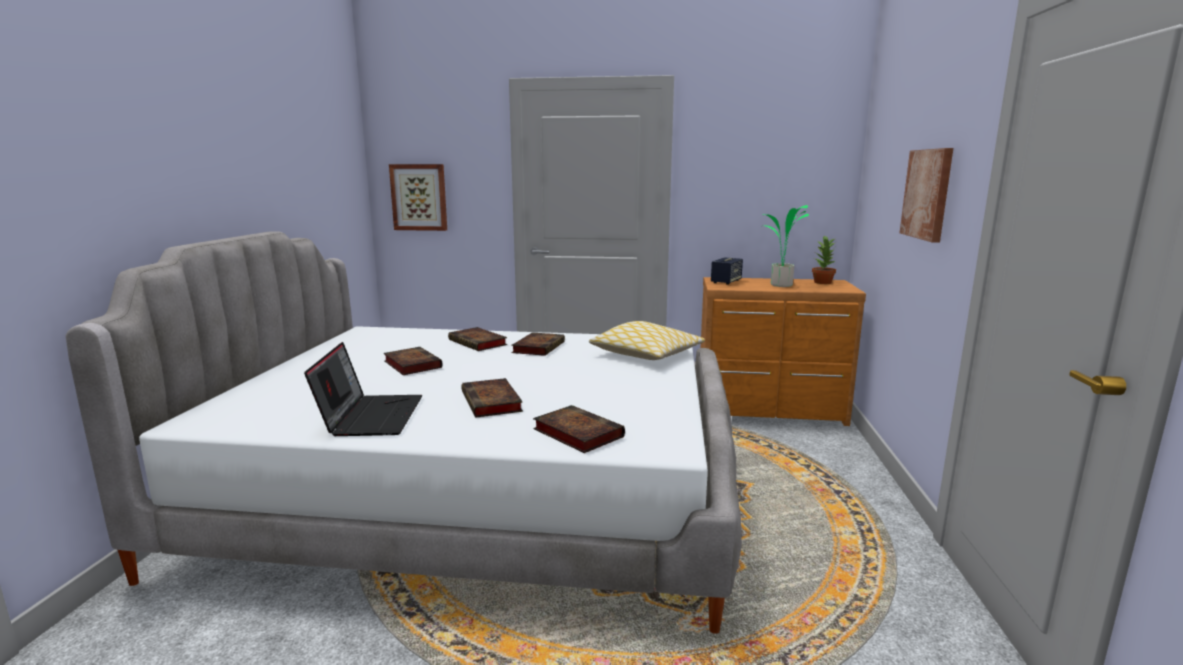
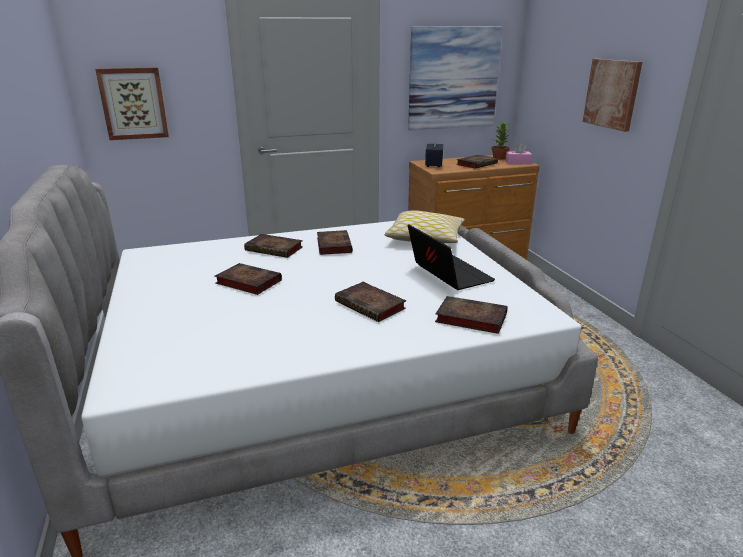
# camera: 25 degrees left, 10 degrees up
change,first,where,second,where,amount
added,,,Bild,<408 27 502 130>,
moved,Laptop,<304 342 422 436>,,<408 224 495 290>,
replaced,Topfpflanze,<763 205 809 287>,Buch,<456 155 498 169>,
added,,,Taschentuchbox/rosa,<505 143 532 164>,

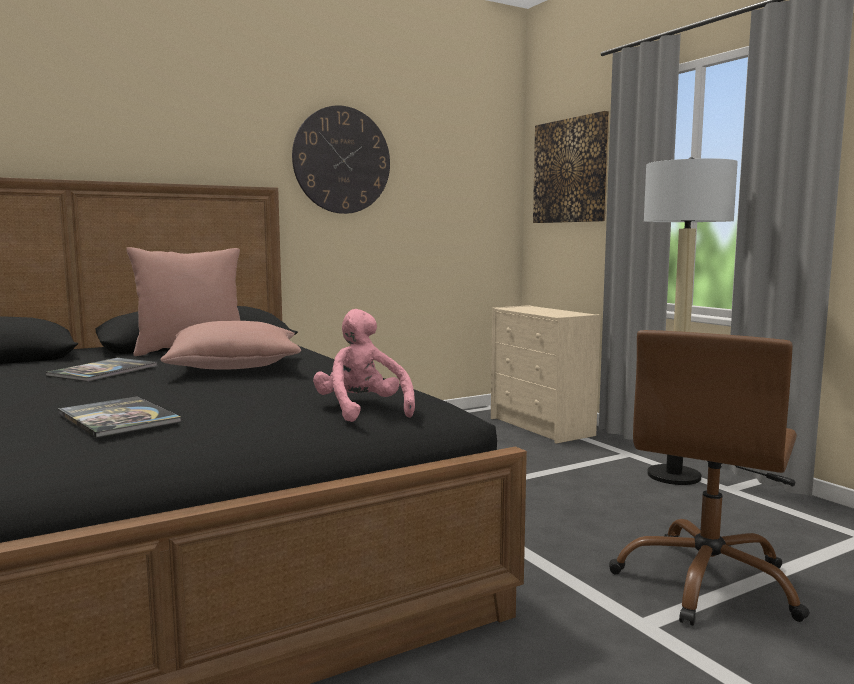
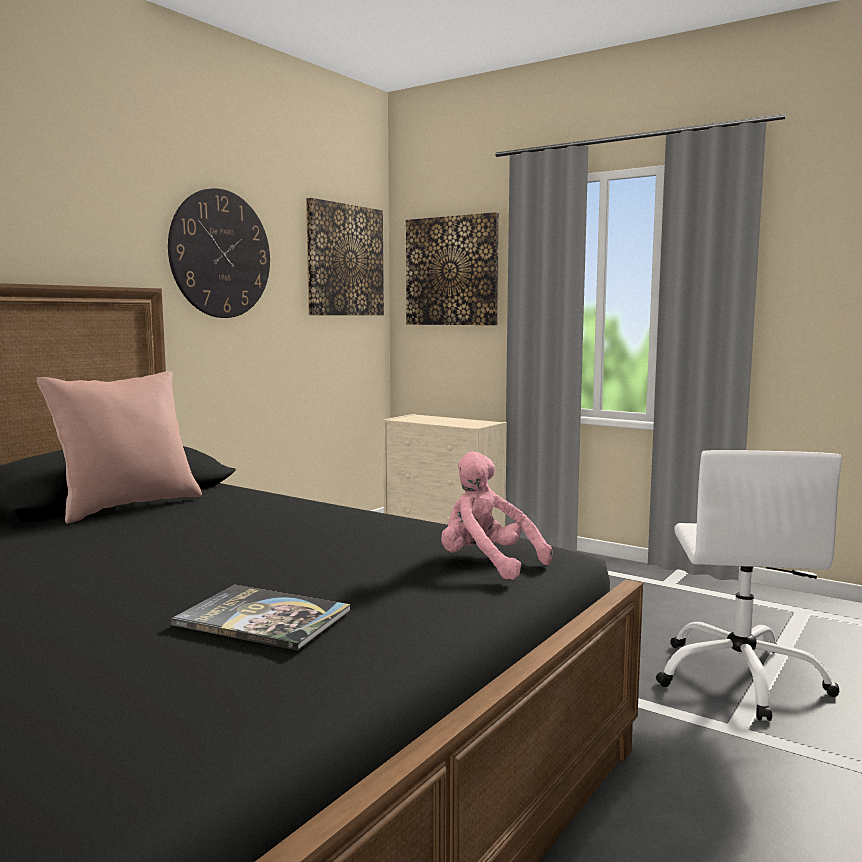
# camera: 25 degrees left, 0 degrees up
change,first,where,second,where,amount
added,,,Bild,<306 198 384 315>,
recoloured,Bürostuhl/braun,<609 330 810 626>,Bürostuhl/weiß,<656 450 842 721>,
removed,Buch,<46 358 157 382>,,,
removed,Kissen/rosa,<160 321 301 370>,,,
removed,Stehlampe,<644 157 738 485>,,,

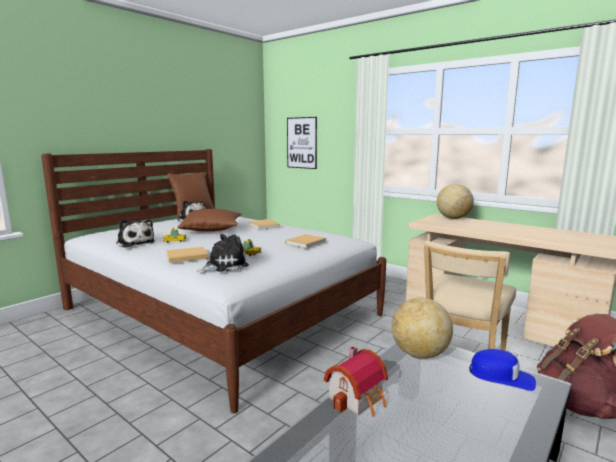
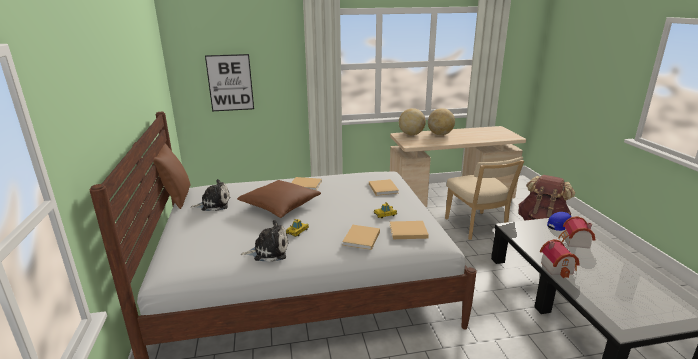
# camera: 50 degrees left, 10 degrees up
change,first,where,second,where,amount
replaced,Plüschtier,<197 234 249 272>,Buch/beige,<390 221 429 239>,
moved,Globus,<391 298 453 359>,,<428 108 455 135>,
added,,,Spielzeughaus,<558 216 596 249>,

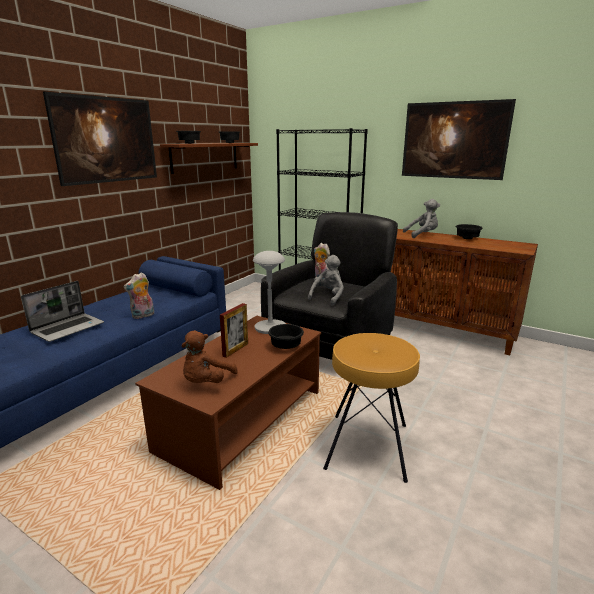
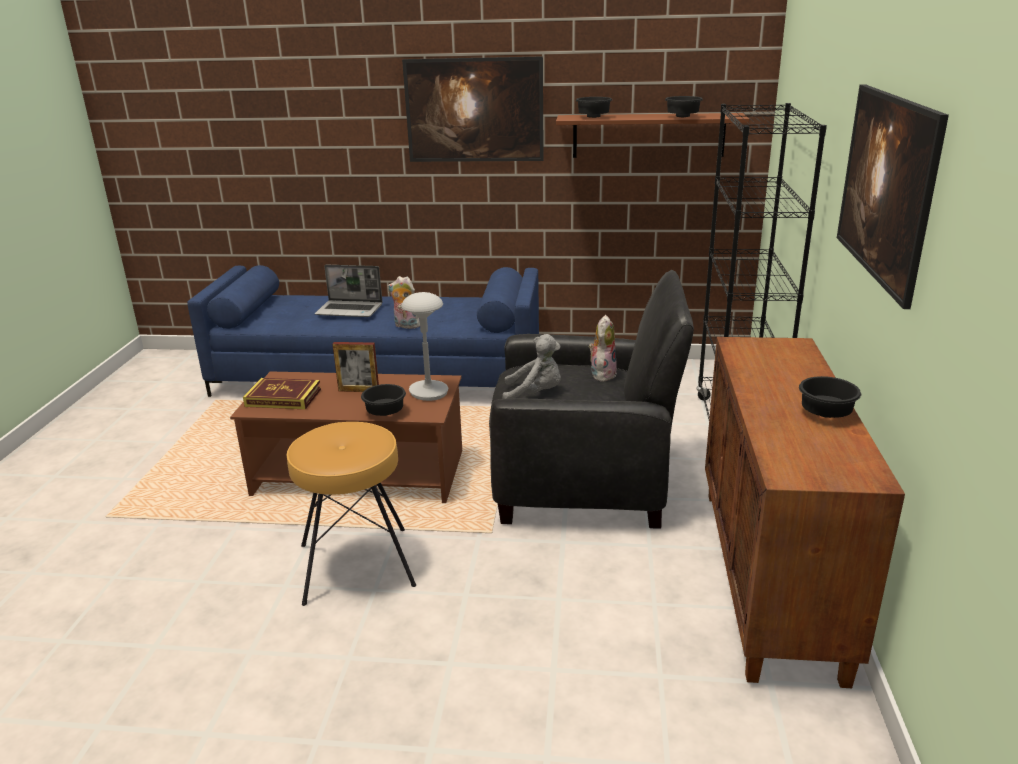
# camera: 65 degrees right, 5 degrees up
change,first,where,second,where,amount
replaced,Plüschtier/braun,<182 330 238 383>,Buch,<243 378 321 409>,
removed,Plüschtier/grau,<403 199 440 238>,,,

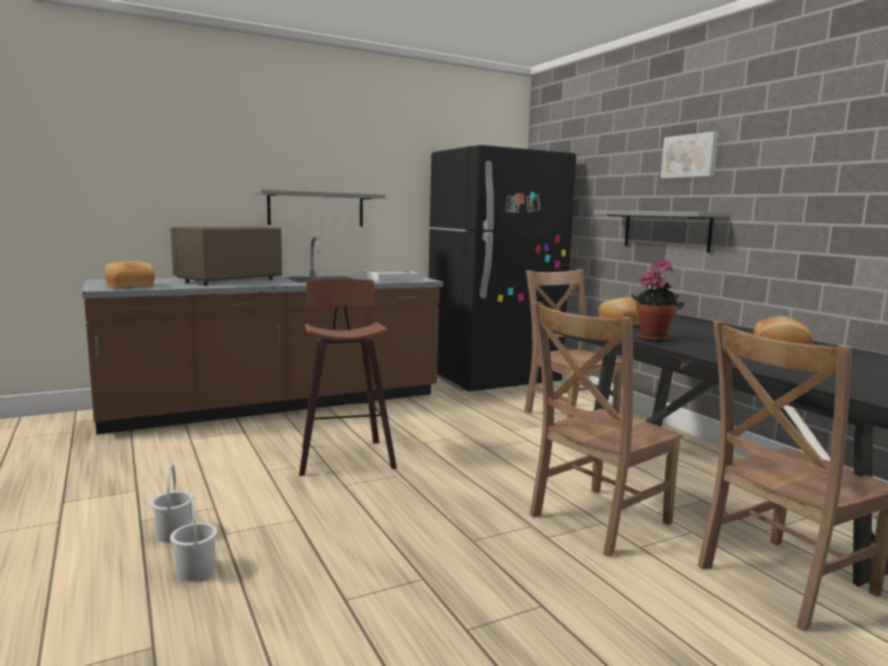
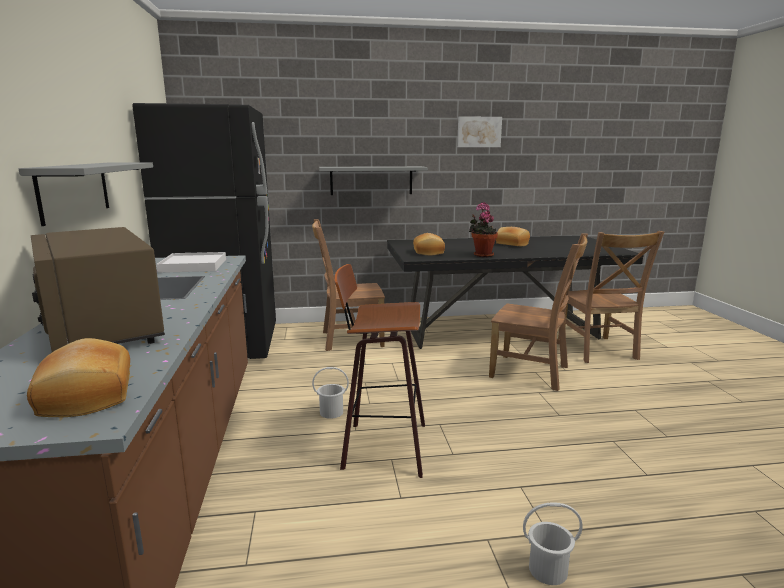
# camera: 70 degrees left, 5 degrees up
change,first,where,second,where,amount
moved,Eimer/weiß,<170 493 218 581>,,<312 367 349 419>,
moved,Bild,<661 131 718 178>,,<457 116 502 147>,
turned,Stuhl/braun,<530 302 683 557>,,<489 234 588 391>,45 degrees counterclockwise

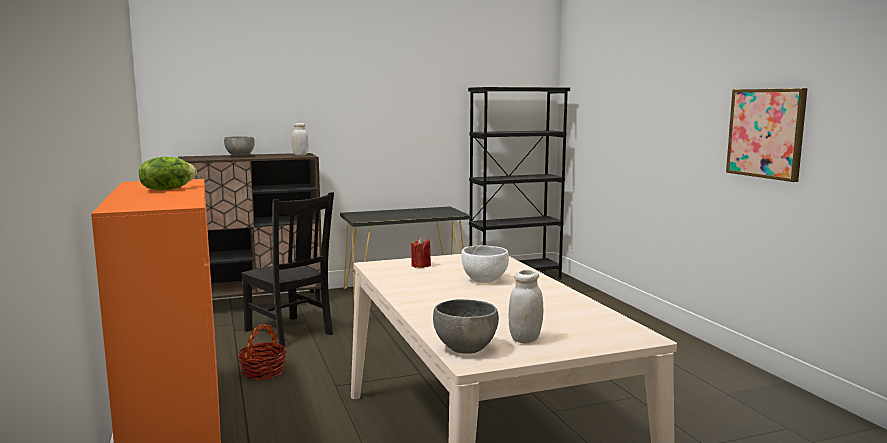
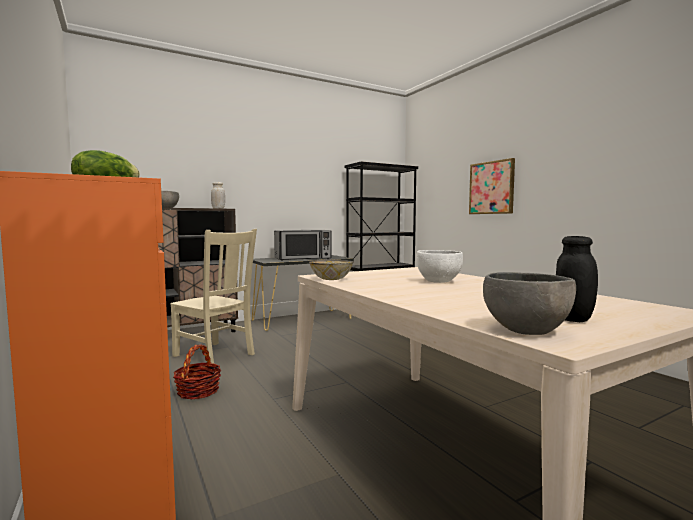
# camera: 10 degrees left, 5 degrees down
change,first,where,second,where,amount
recoloured,Stuhl/schwarz,<241 192 334 349>,Stuhl/beige,<170 229 257 364>,
added,,,Mikrowelle,<274 230 332 260>,
added,,,Schüssel,<309 259 353 280>,
moved,Bild,<726 88 807 182>,,<469 158 515 214>,
recoloured,Vorratsglas/weiß,<509 270 543 343>,Vorratsglas/schwarz,<556 236 598 322>,
removed,Kerze/rot,<411 237 431 268>,,,

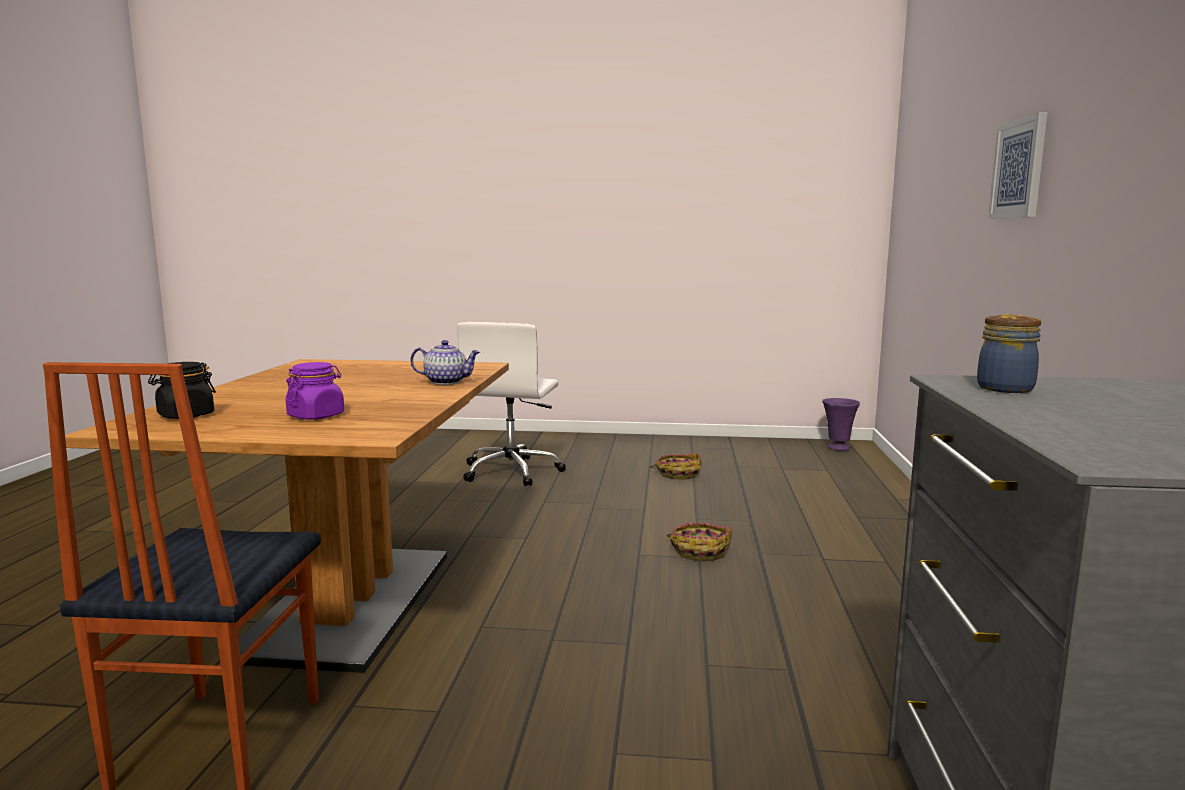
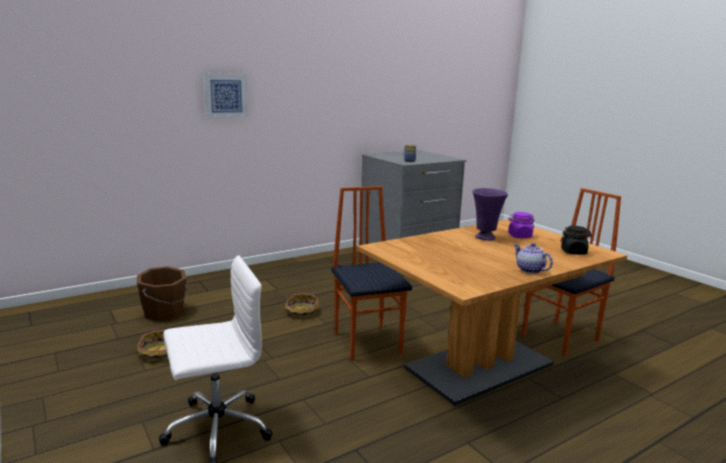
# camera: 130 degrees left, 5 degrees up
change,first,where,second,where,amount
added,,,Eimer/braun,<137 266 188 321>,
added,,,Stuhl,<331 186 412 361>,
moved,Vase/lila,<822 398 860 451>,,<472 188 508 241>,
moved,Teekanne,<410 340 480 385>,,<514 243 553 274>,

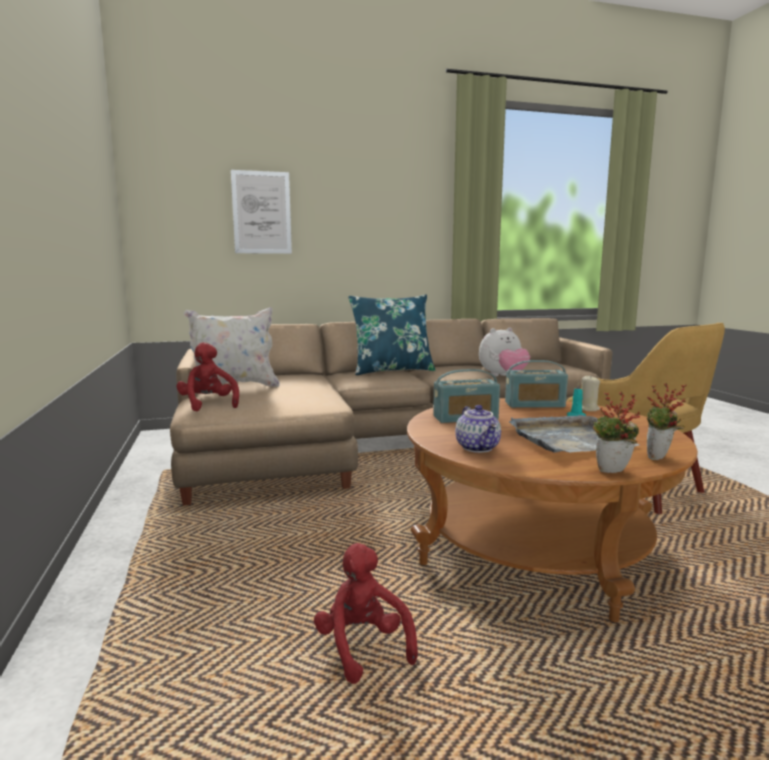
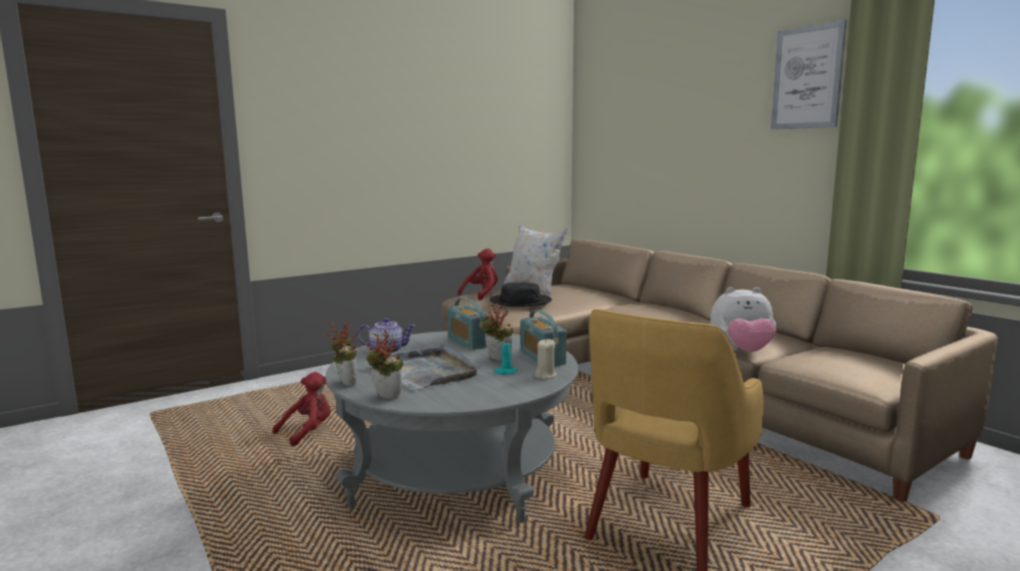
# camera: 70 degrees right, 0 degrees up
change,first,where,second,where,amount
recoloured,Couchtisch/braun,<407 398 698 622>,Couchtisch/grau,<325 331 578 523>,
turned,Teekanne,<455 405 501 453>,,<357 318 415 353>,150 degrees counterclockwise
added,,,Topfpflanze,<481 303 513 361>,
added,,,Hut/schwarz,<490 282 552 307>,
turned,Plüschtier,<479 327 530 377>,,<710 287 776 352>,45 degrees counterclockwise
moved,Bild,<231 170 292 254>,,<771 20 847 129>,
removed,Kissen/blau,<348 294 435 375>,,,

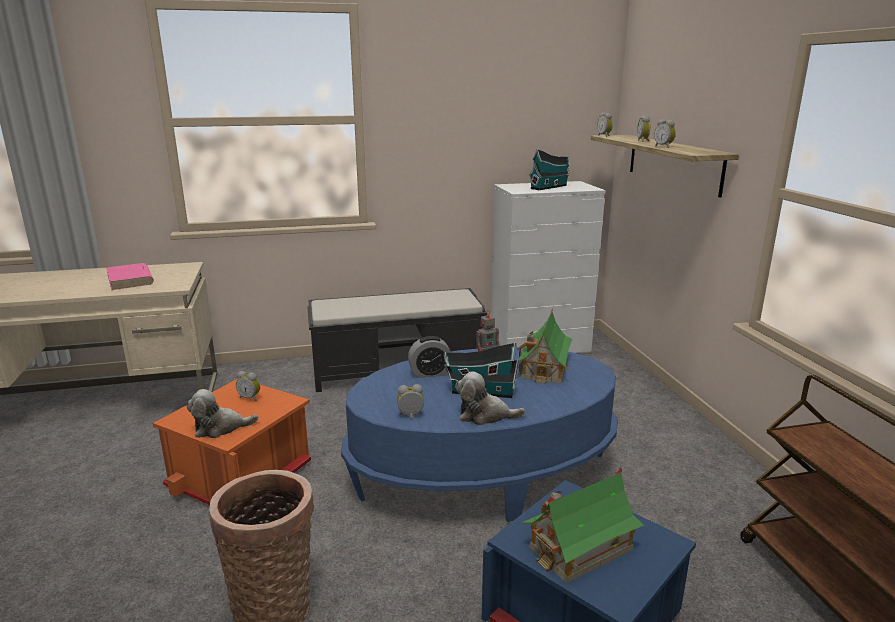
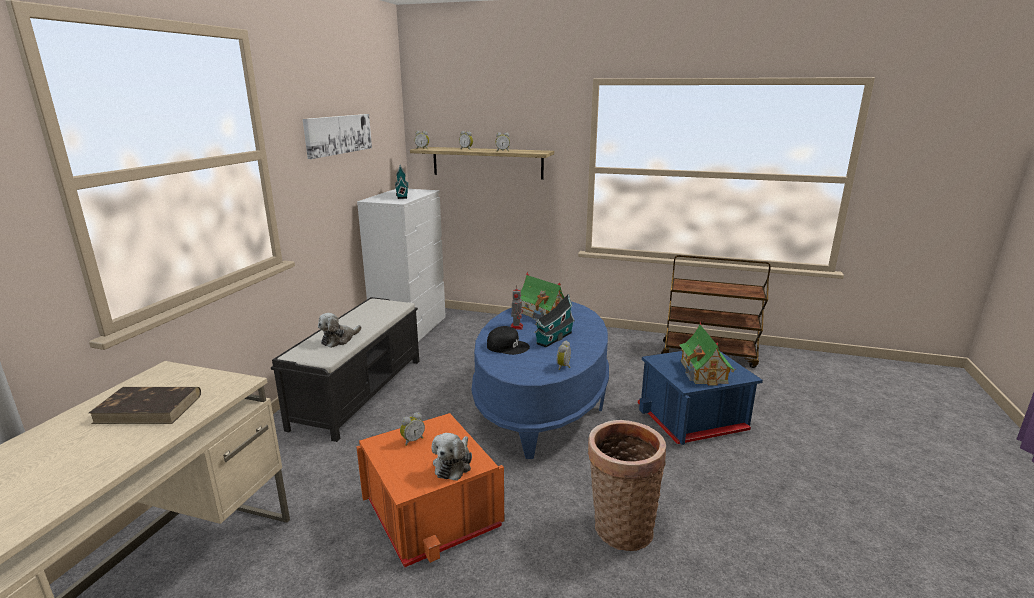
# camera: 60 degrees left, 0 degrees up
change,first,where,second,where,amount
recoloured,Buch/rosa,<106 263 154 290>,Buch/braun,<89 387 201 424>,
added,,,Bild,<303 114 372 159>,
moved,Plüschtier,<456 371 525 425>,,<318 313 362 348>,
replaced,Wecker,<408 336 451 378>,Kappe/schwarz,<487 326 530 355>,

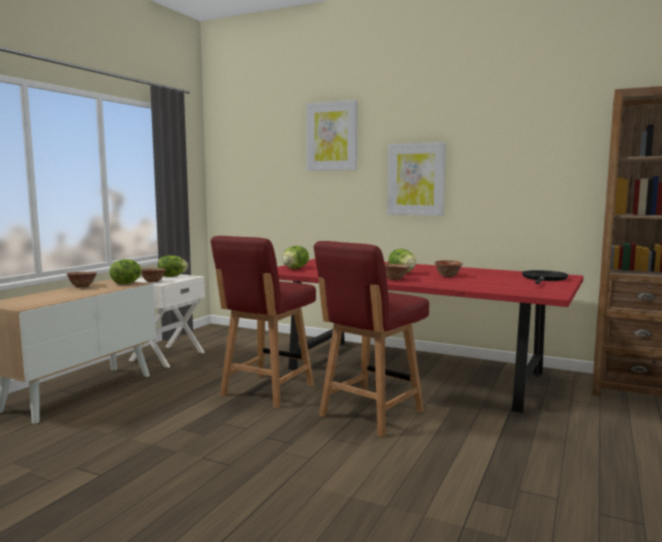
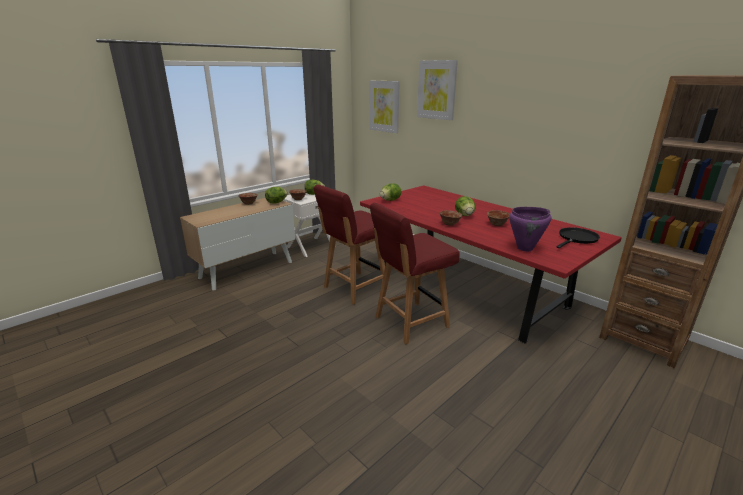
# camera: 20 degrees right, 15 degrees up
change,first,where,second,where,amount
moved,Bild,<387 142 446 216>,,<369 81 400 133>,
added,,,Kochtopf/lila,<509 207 551 251>,

